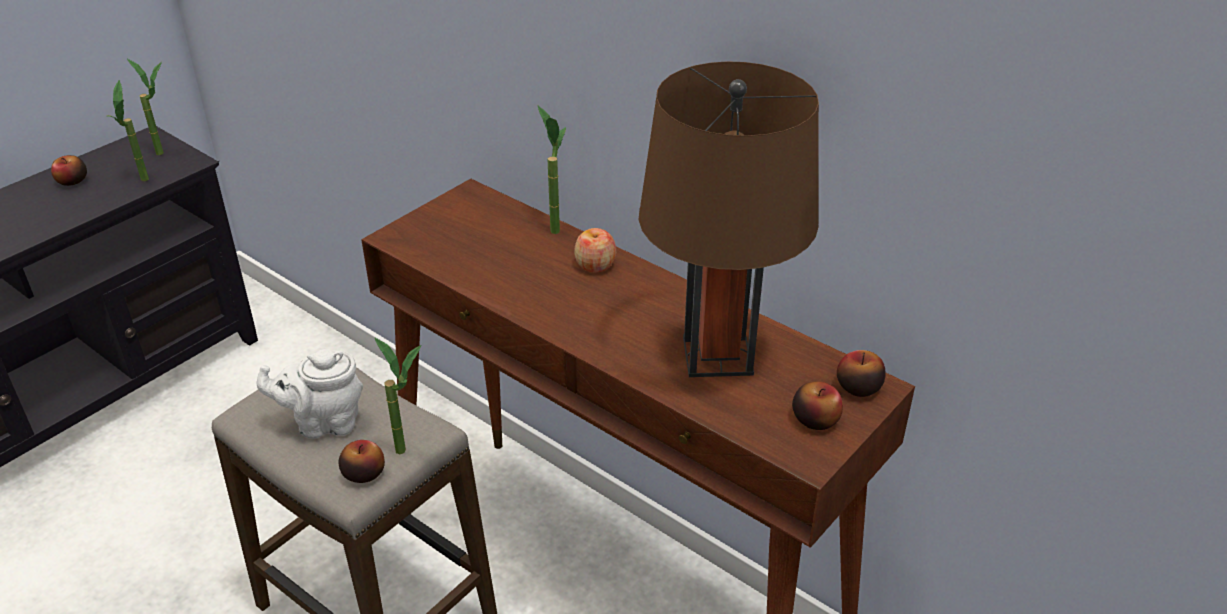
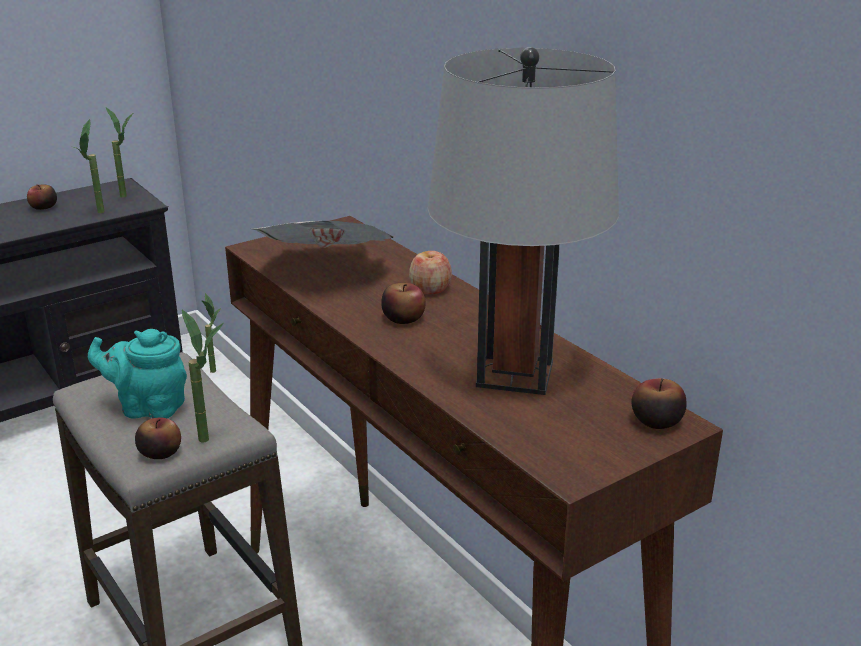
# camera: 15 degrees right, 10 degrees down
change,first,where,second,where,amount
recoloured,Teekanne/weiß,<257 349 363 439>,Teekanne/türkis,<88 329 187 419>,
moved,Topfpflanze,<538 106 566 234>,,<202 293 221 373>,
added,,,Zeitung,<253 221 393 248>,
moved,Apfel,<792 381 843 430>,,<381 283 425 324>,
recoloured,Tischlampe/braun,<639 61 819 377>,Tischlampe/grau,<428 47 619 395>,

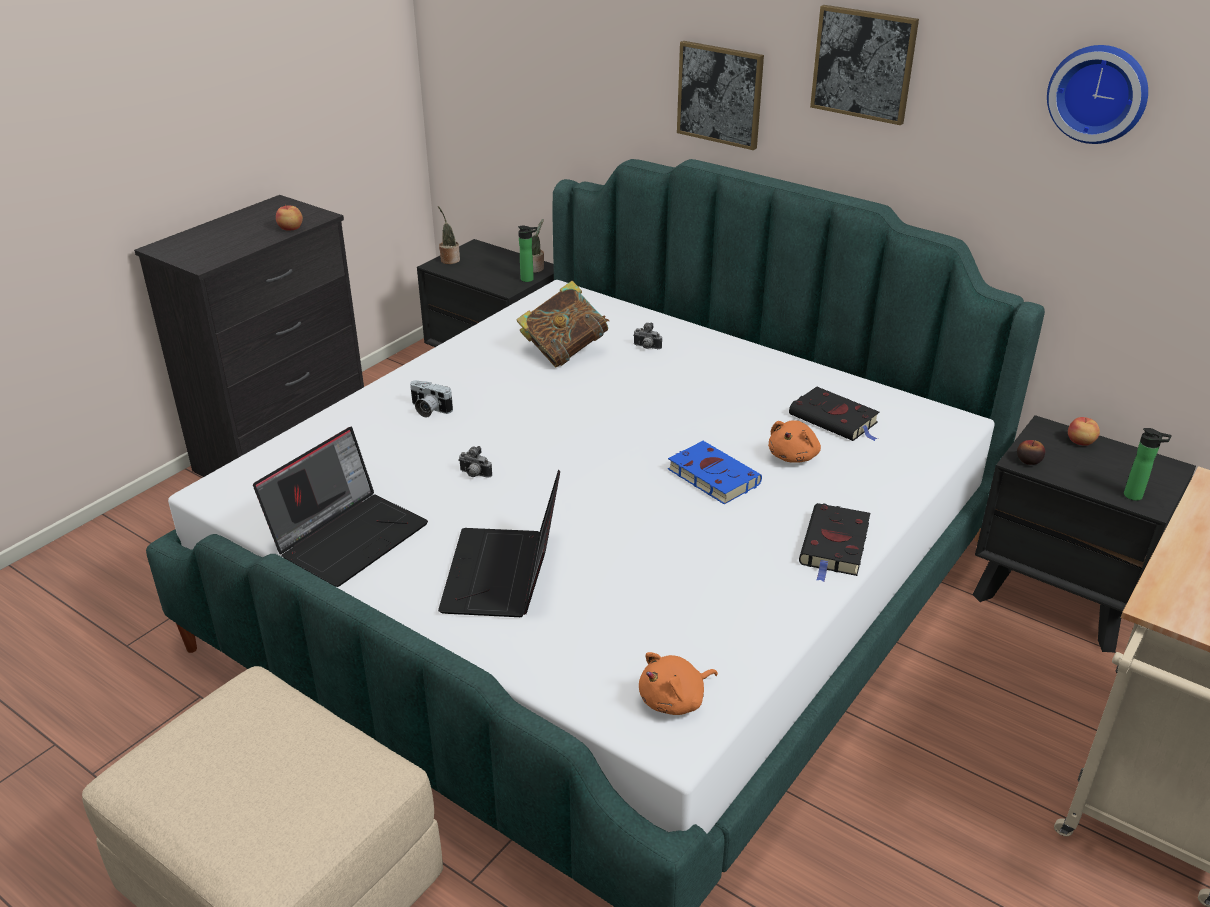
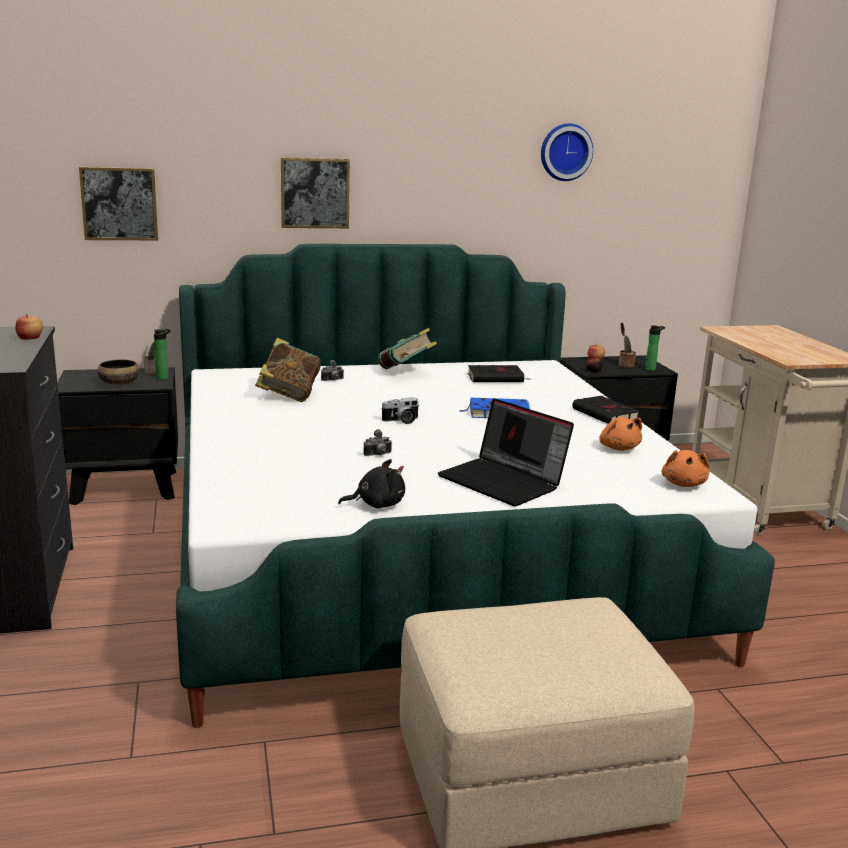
# camera: 50 degrees left, 15 degrees down
change,first,where,second,where,amount
moved,Bild,<810 5 919 125>,,<79 167 158 240>,
added,,,Schüssel,<98 360 139 385>,
replaced,Laptop,<253 427 428 587>,Plüschtier/schwarz,<338 459 405 508>,
added,,,Buch,<378 328 437 369>,
moved,Kamera,<410 380 453 417>,,<381 397 418 424>,
moved,Plüschtier/orange,<768 420 821 463>,,<599 417 642 451>,
moved,Topfpflanze,<438 206 460 264>,,<619 322 636 368>,

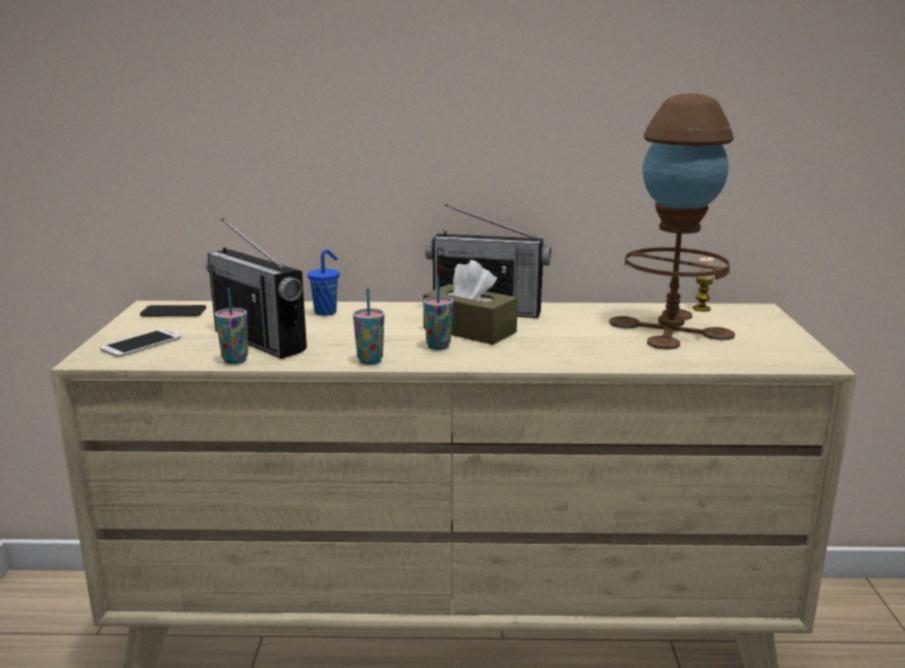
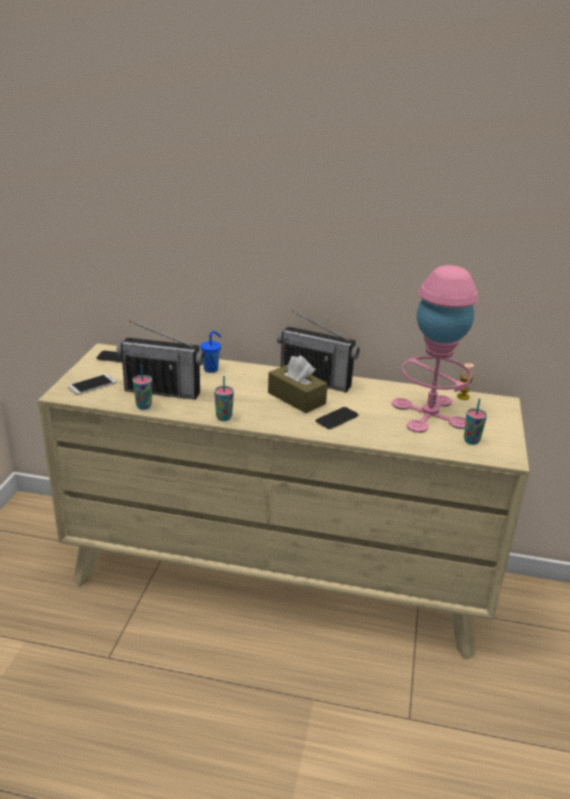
# camera: 10 degrees right, 10 degrees up
change,first,where,second,where,amount
turned,Radio,<206 218 307 359>,,<116 320 204 400>,45 degrees counterclockwise
added,,,Handy,<315 407 359 429>,
recoloured,Tischlampe/braun,<609 93 735 350>,Tischlampe/rosa,<392 265 479 433>,
moved,Tasse,<423 277 453 350>,,<464 399 487 445>,

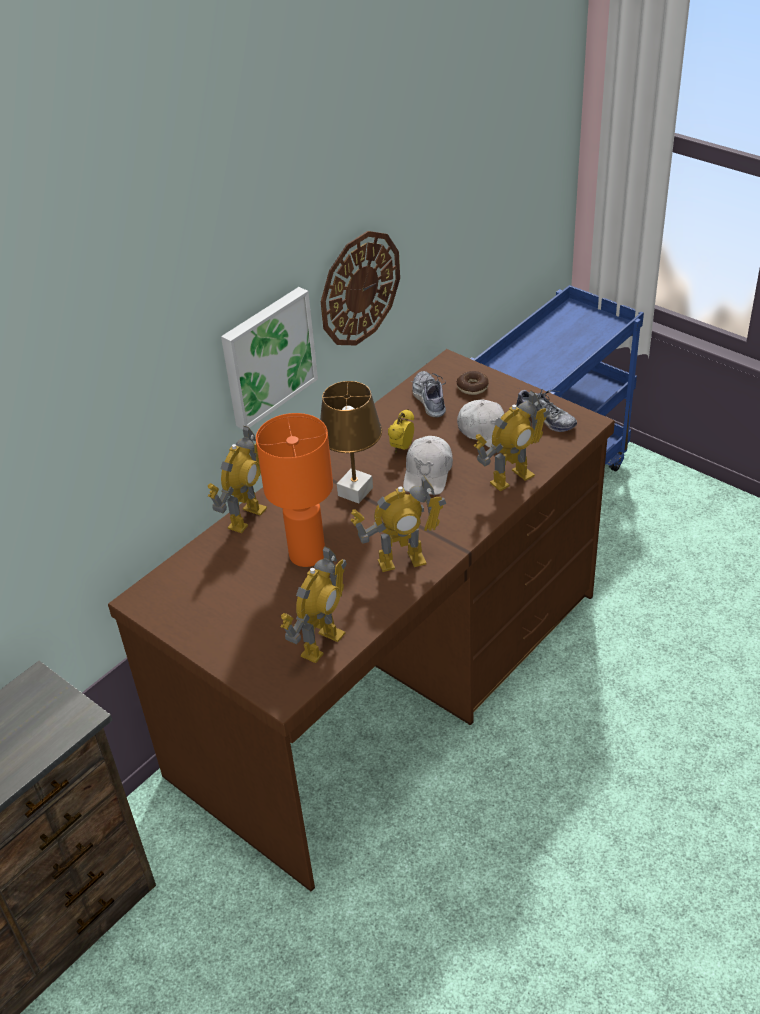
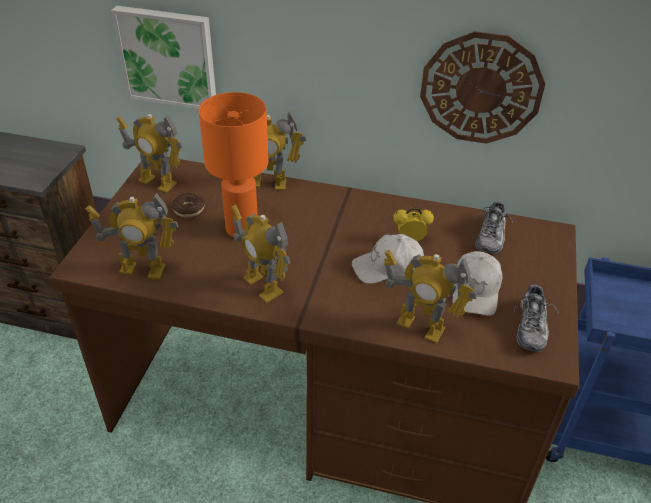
# camera: 60 degrees right, 0 degrees up
change,first,where,second,where,amount
moved,Bild,<221 287 318 429>,,<111 6 216 109>,
added,,,Spielzeugroboter,<116 114 183 193>,
moved,Donut,<457 371 489 395>,,<172 193 205 217>,
turned,Schuh,<411 371 446 417>,,<475 201 513 254>,150 degrees clockwise
removed,Tischlampe/braun,<320 381 382 504>,,,

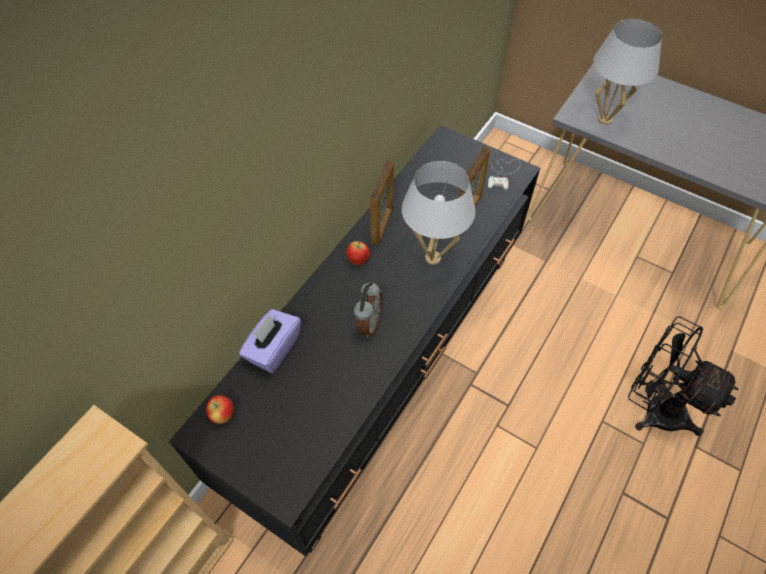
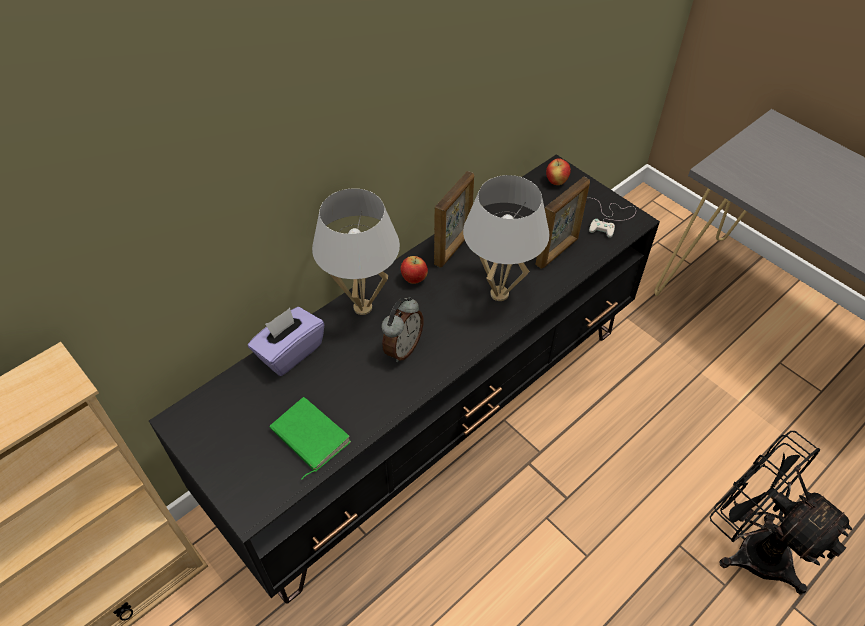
# camera: 15 degrees right, 5 degrees down
change,first,where,second,where,amount
added,,,Buch/grün,<270 397 351 479>,
moved,Tischlampe/weiß,<593 19 662 125>,,<312 188 400 315>,
moved,Apfel,<206 395 234 424>,,<546 158 571 185>,

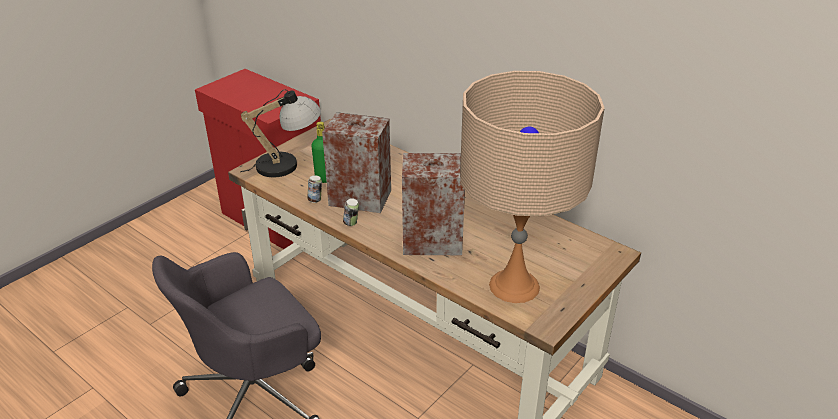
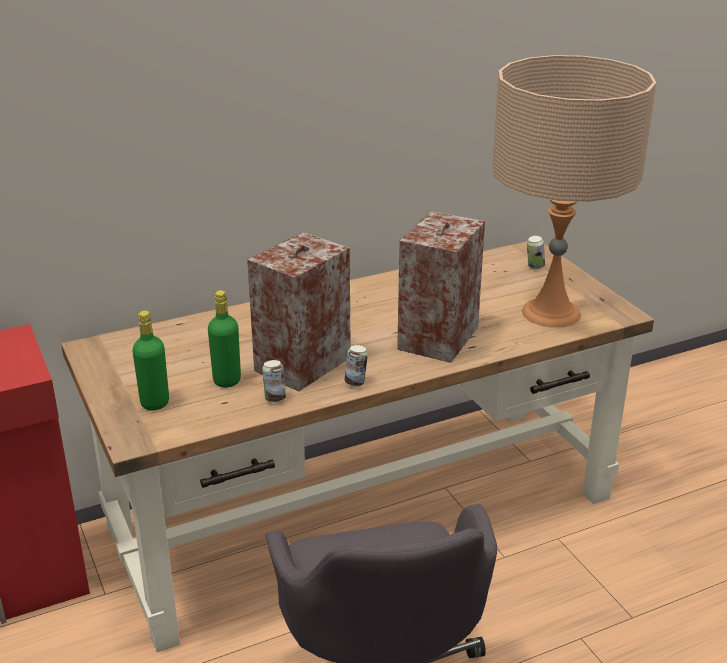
# camera: 65 degrees left, 5 degrees down
change,first,where,second,where,amount
replaced,Tischlampe,<240 89 321 177>,Flasche/grün,<132 311 169 411>,
added,,,Dose,<527 235 545 269>,

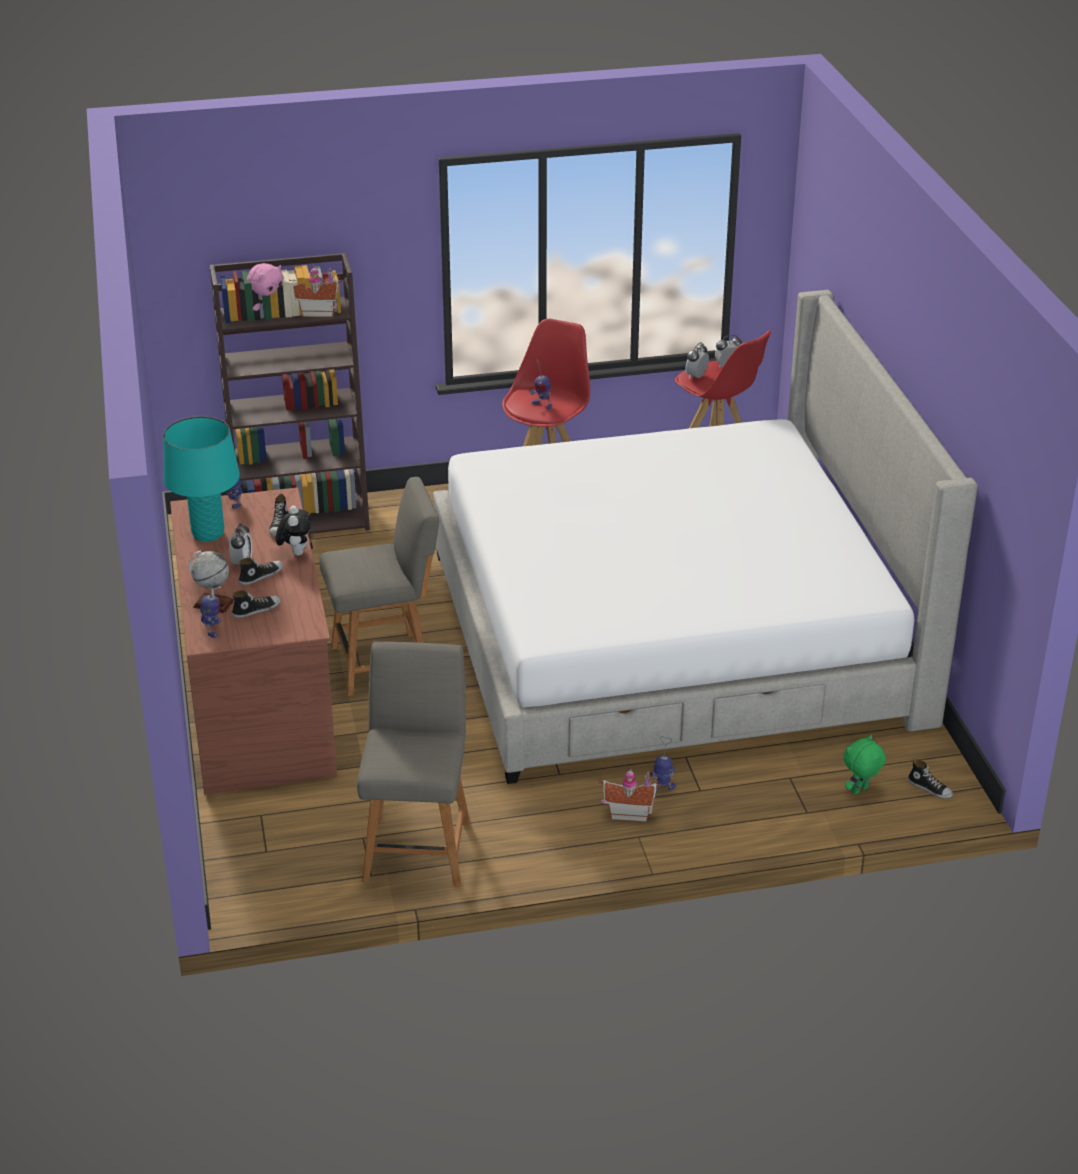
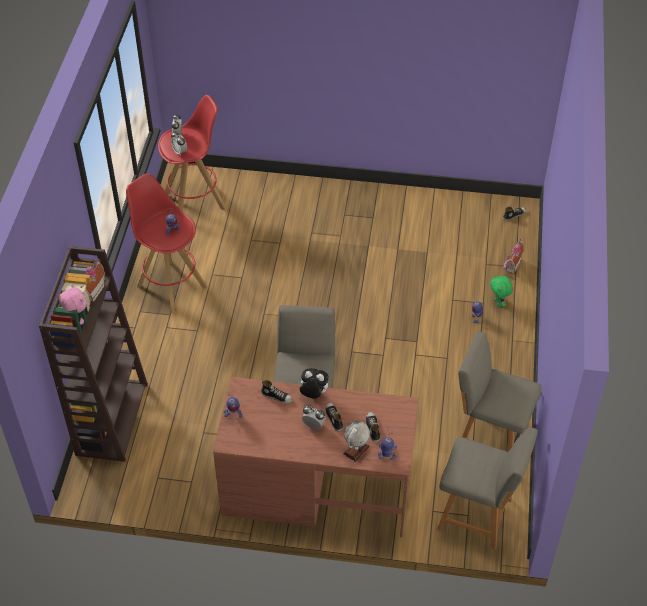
# camera: 70 degrees left, 15 degrees up
change,first,where,second,where,amount
added,,,Stuhl/grau,<437 427 538 549>,
moved,Plüschtier/grün,<843 735 886 794>,,<490 275 513 307>,
moved,Spielzeughaus,<599 768 661 822>,,<503 238 524 273>,
removed,Tischlampe/türkis,<163 416 240 542>,,,
removed,Bett,<433 290 978 784>,,,

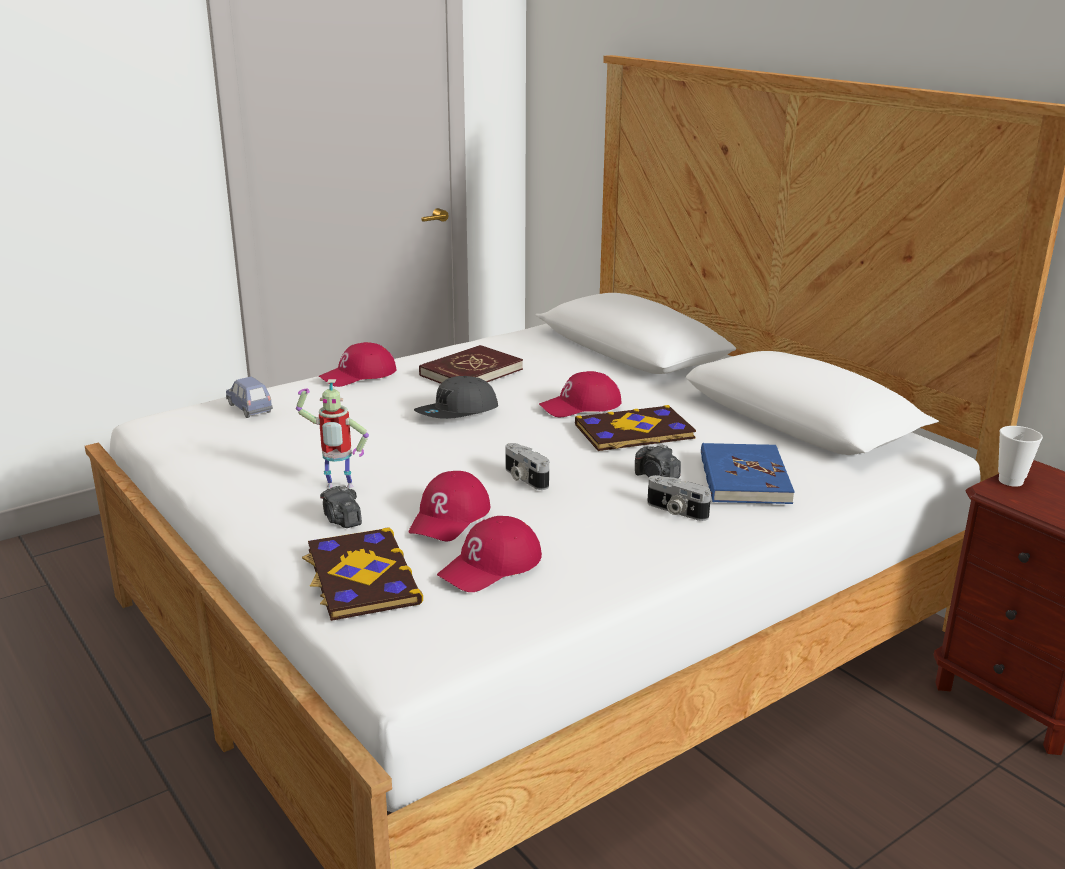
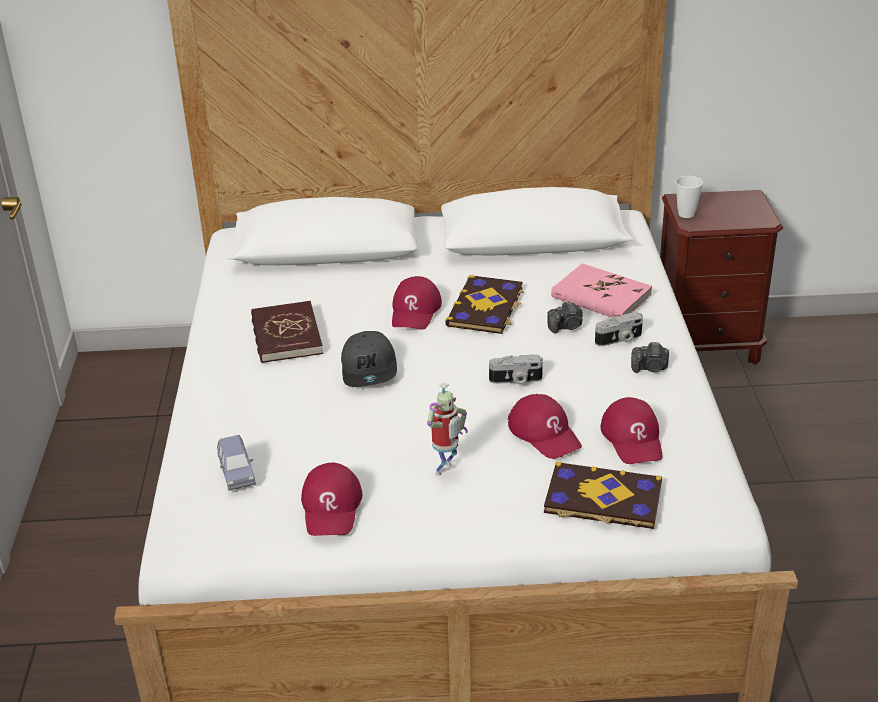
# camera: 55 degrees left, 10 degrees up
change,first,where,second,where,amount
turned,Spielzeugauto/blau,<226 377 273 418>,,<217 435 256 491>,105 degrees counterclockwise
moved,Kappe/rot,<319 342 396 387>,,<301 463 362 536>,
recoloured,Buch/blau,<701 443 795 504>,Buch/rosa,<551 263 652 317>,
moved,Kamera,<320 486 362 528>,,<631 342 669 373>,

